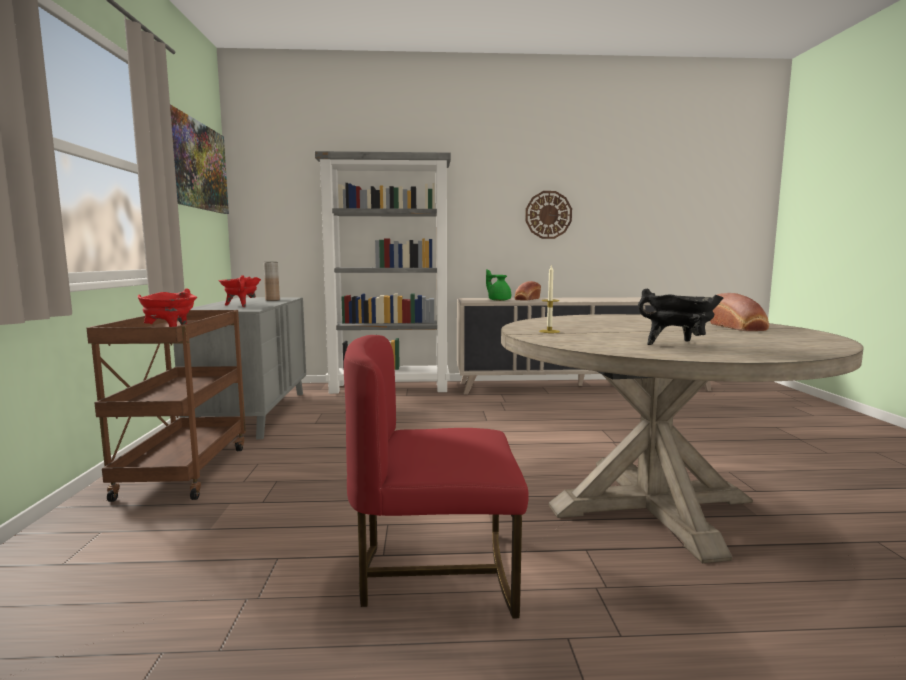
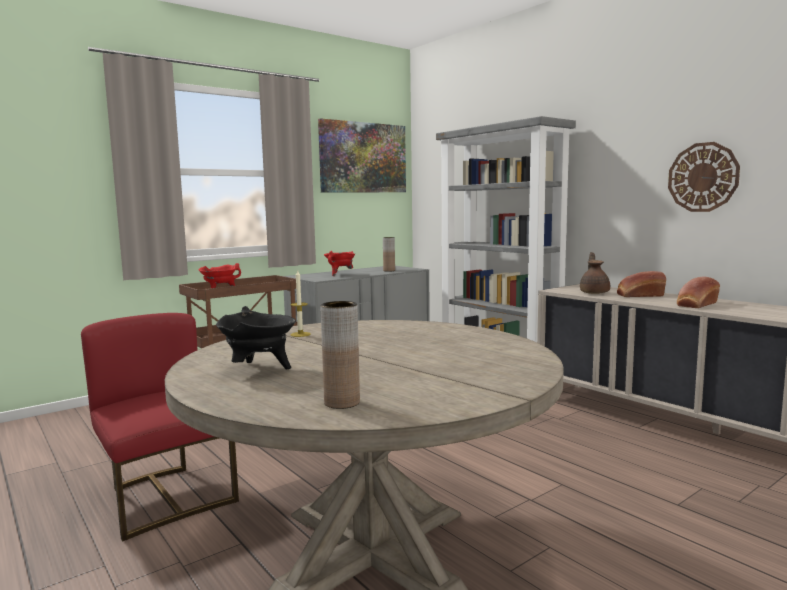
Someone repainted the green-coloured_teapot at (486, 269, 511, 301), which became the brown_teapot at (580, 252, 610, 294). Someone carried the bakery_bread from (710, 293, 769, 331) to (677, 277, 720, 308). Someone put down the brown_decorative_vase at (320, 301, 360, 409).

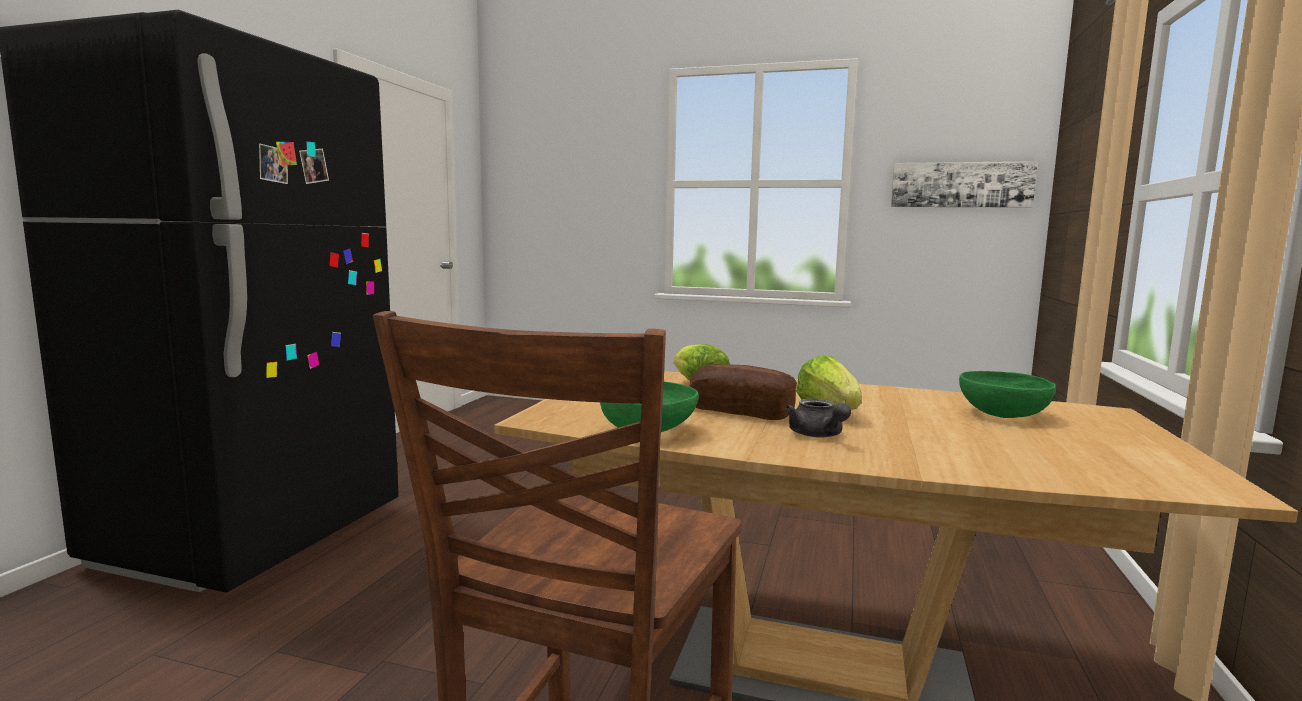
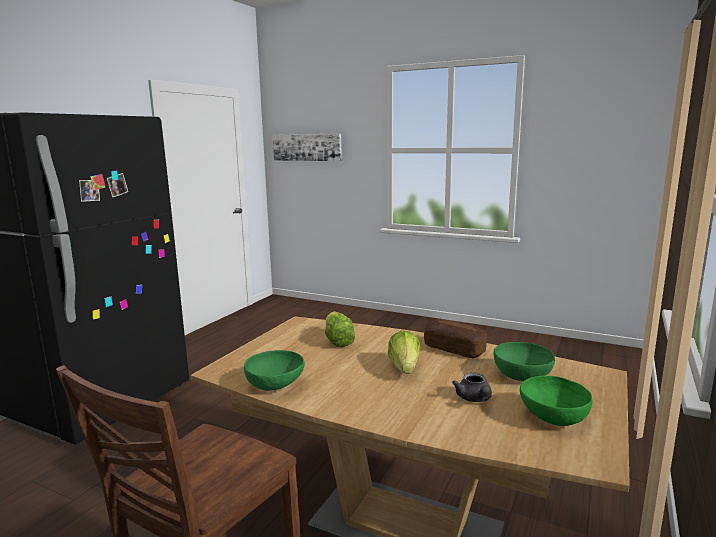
Someone carried the wall_picture from (891, 161, 1038, 208) to (273, 134, 342, 161). Someone carried the bakery_bread from (690, 364, 797, 420) to (424, 319, 487, 358). Someone carried the gray_teapot from (786, 398, 851, 438) to (452, 373, 492, 402). Someone put down the green-coloured_bowl at (520, 376, 593, 426).

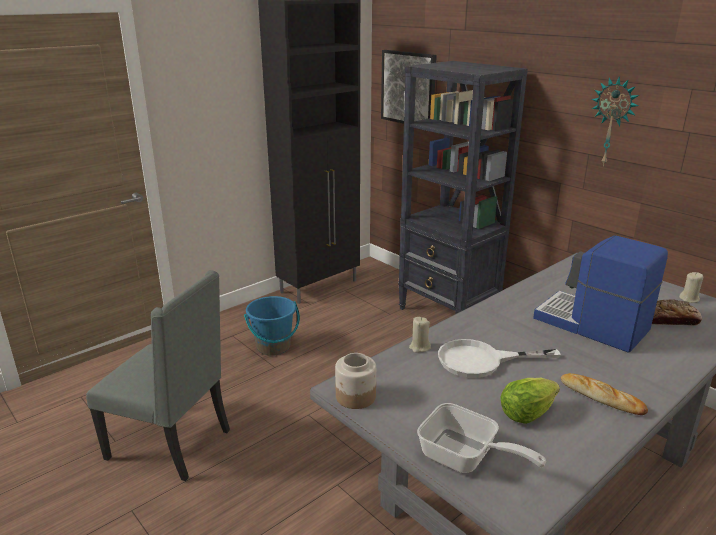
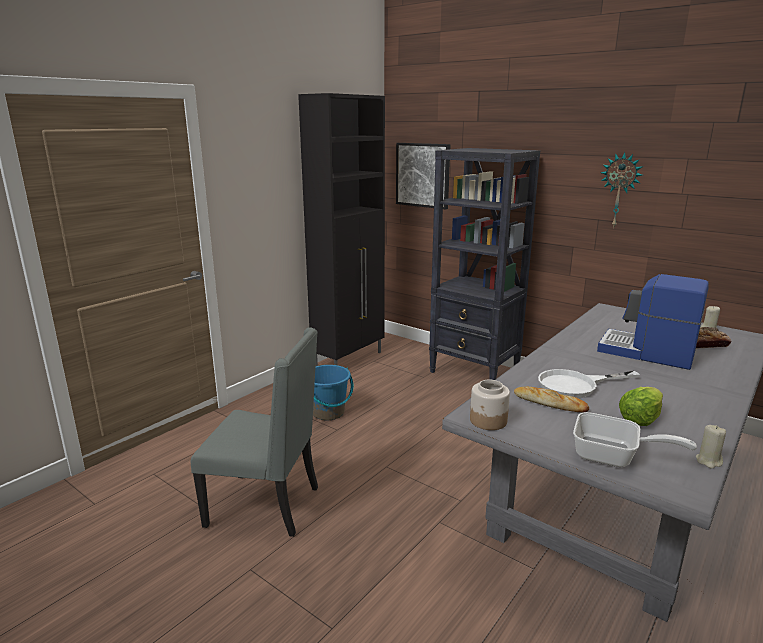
Someone carried the beige_candle from (409, 317, 431, 353) to (696, 425, 726, 469). Someone carried the bakery_bread from (561, 373, 648, 415) to (514, 387, 589, 412).

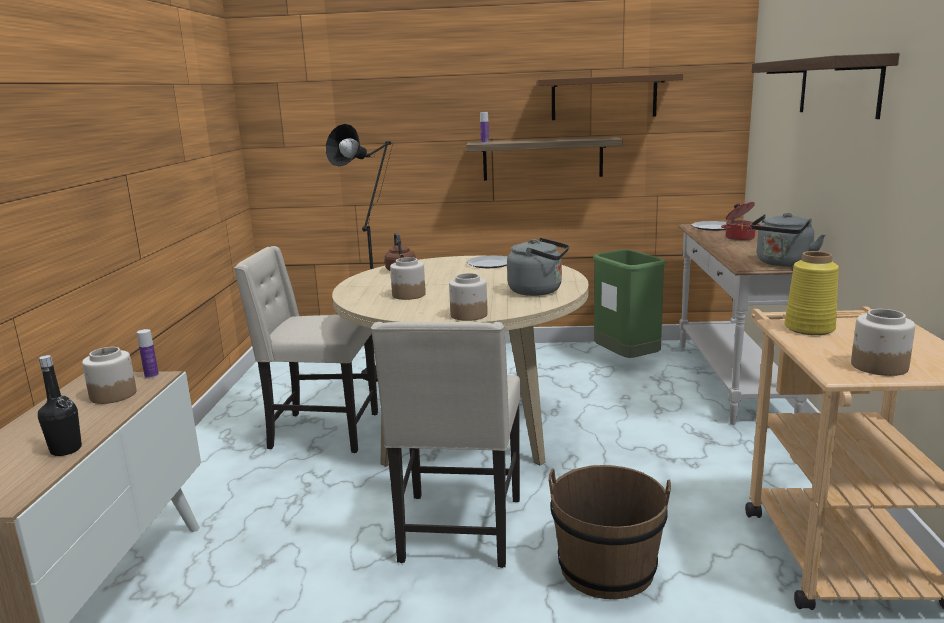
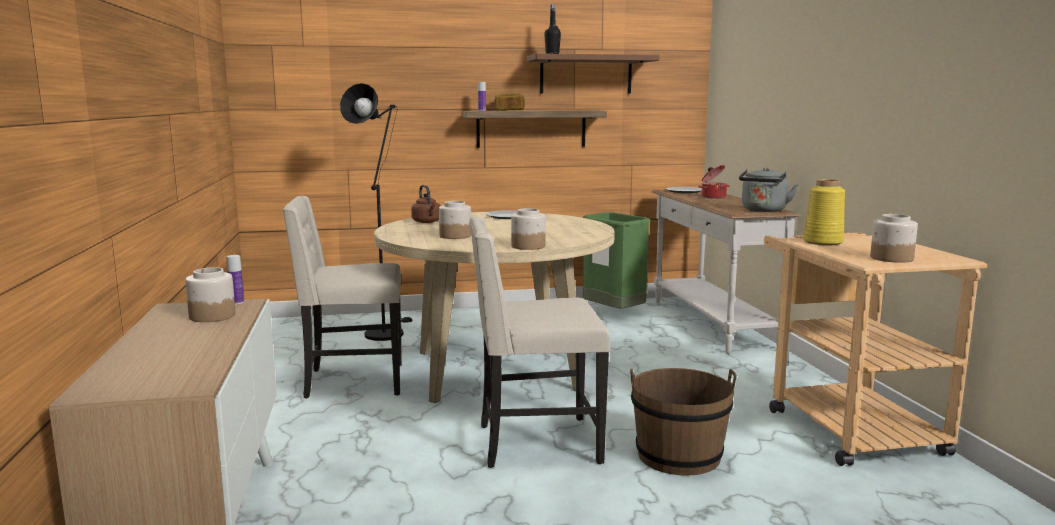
Someone took away the bracket_shelf at (752, 53, 900, 119). Someone took away the gray_water_kettle at (507, 238, 569, 296). Someone rotated the beige_upright_chair at (371, 322, 521, 568) by 90 degrees clockwise. Someone carried the blackish_bottle from (38, 355, 82, 456) to (544, 4, 561, 54). Someone put down the bakery_bread at (495, 93, 525, 111).

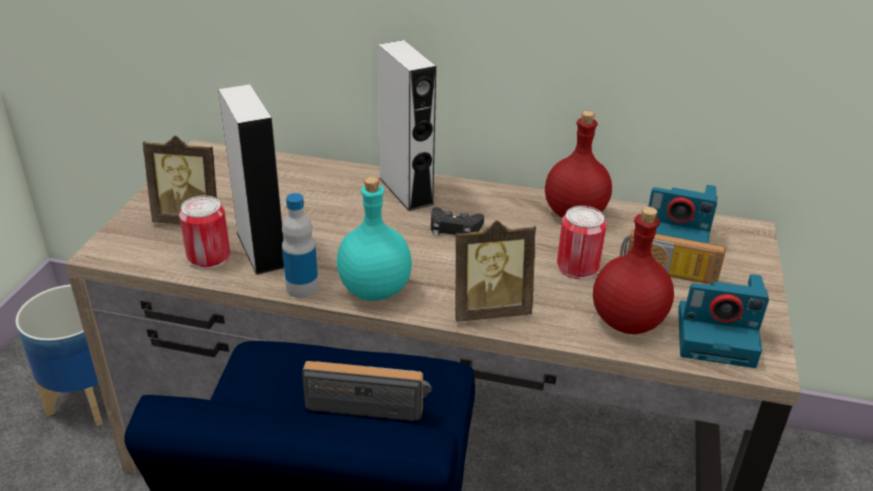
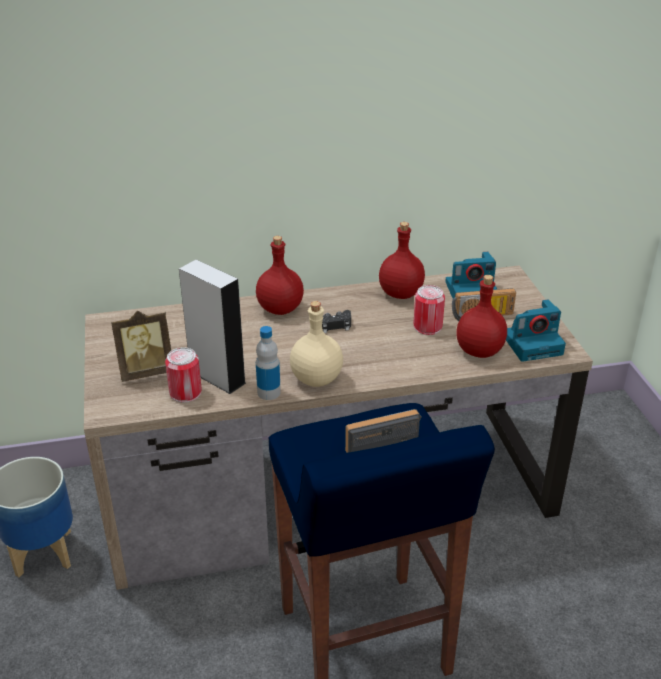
Someone swapped the gray_loudspeaker at (378, 40, 436, 211) for the reddish_bottle at (256, 236, 304, 315). Someone repainted the turquoise-coloured_bottle at (337, 177, 412, 301), which became the beige_bottle at (290, 301, 343, 387). Someone took away the standing_frame at (455, 220, 536, 322).

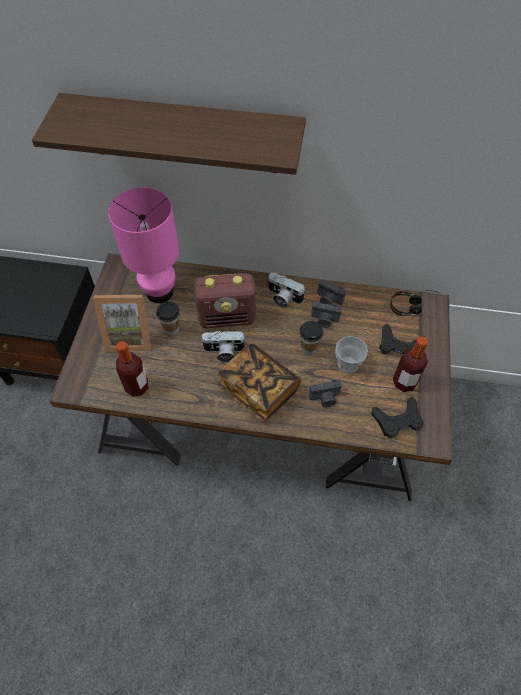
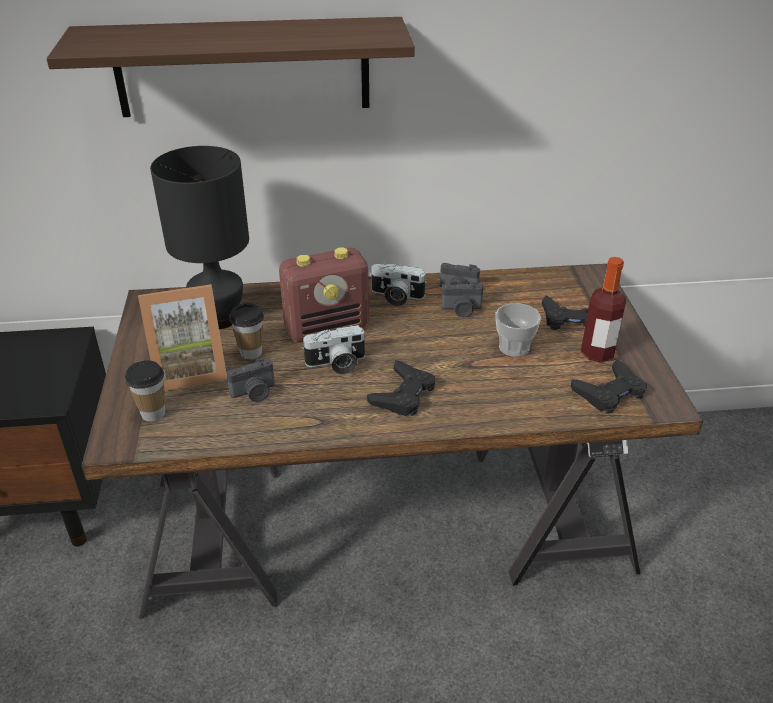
Someone repainted the pinkish_table_lamp at (108, 187, 179, 303), which became the blackish_table_lamp at (150, 146, 249, 329). Someone took away the pair_of_headphones at (390, 290, 439, 316). Someone carried the cup from (299, 321, 323, 355) to (125, 360, 165, 422). Someone took away the bottle at (116, 341, 149, 397). Someone swapped the volume at (218, 343, 301, 422) for the blackish_game_controller at (367, 360, 435, 416). Someone carried the photo_camera from (309, 379, 342, 408) to (226, 358, 275, 402).

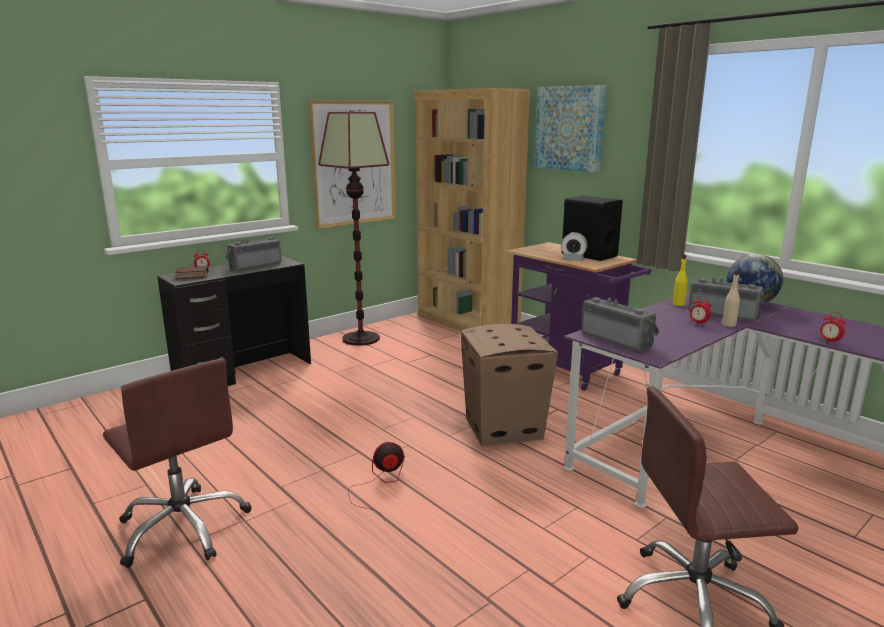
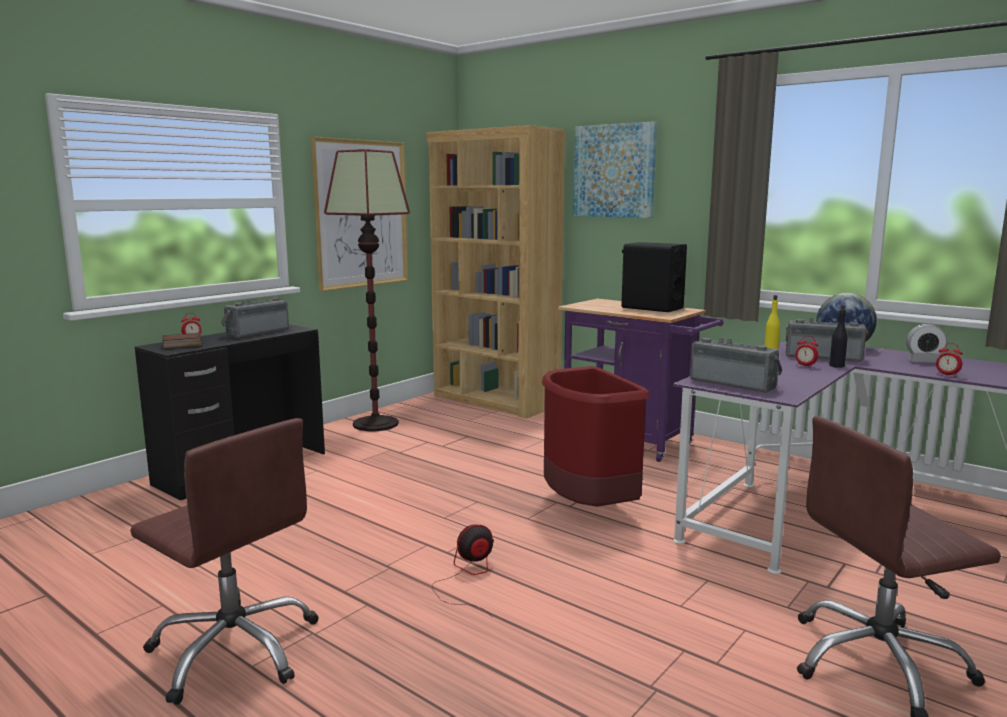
Someone carried the table_clock from (561, 232, 587, 261) to (906, 324, 947, 363). Someone repainted the beige_bottle at (722, 270, 740, 327), which became the blackish_bottle at (829, 305, 848, 368). Someone swapped the cardboard_box at (461, 324, 558, 446) for the reddish_rubbish_bin at (542, 366, 650, 507).

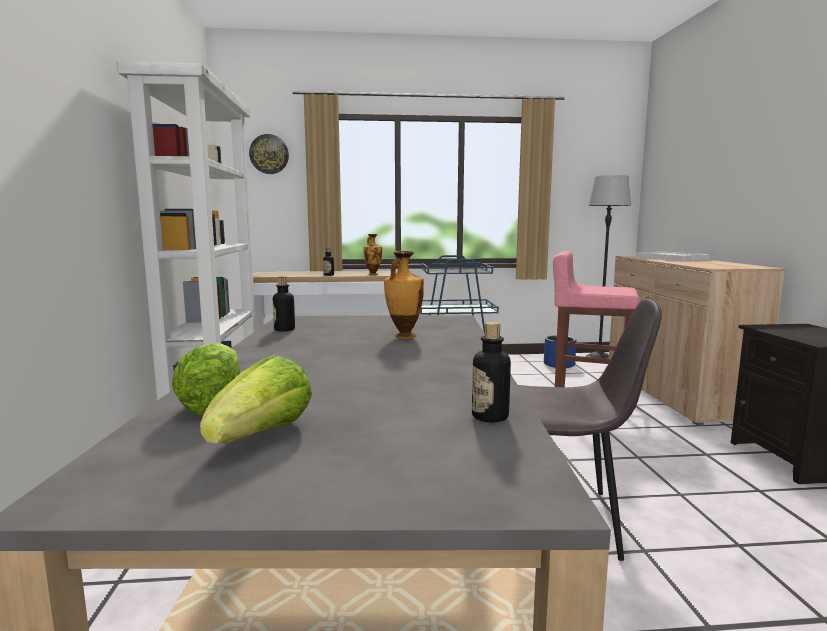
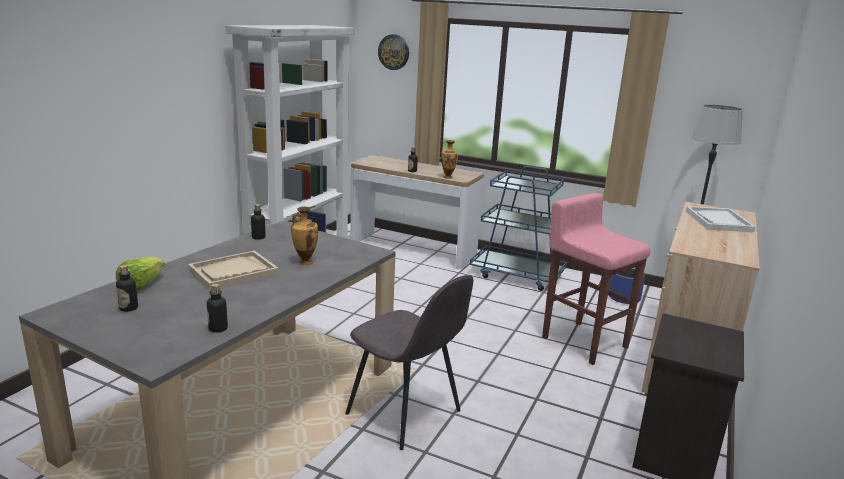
Someone swapped the lettuce at (200, 355, 312, 444) for the bottle at (116, 265, 138, 312). Someone put down the beige_serving_tray at (188, 250, 279, 290).

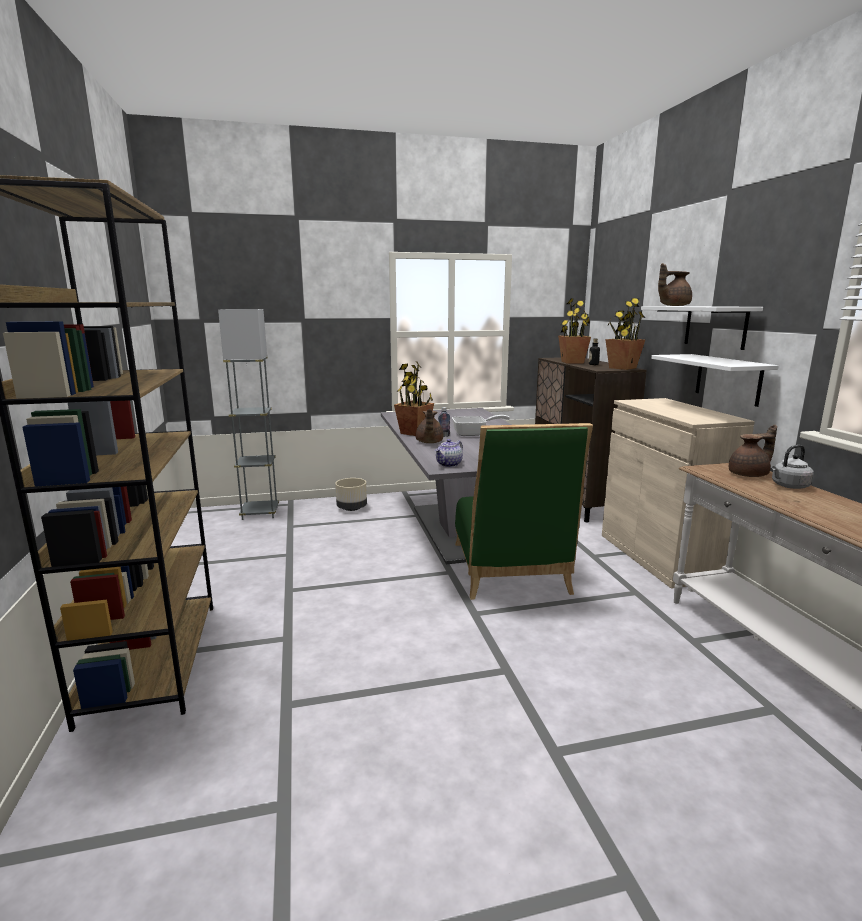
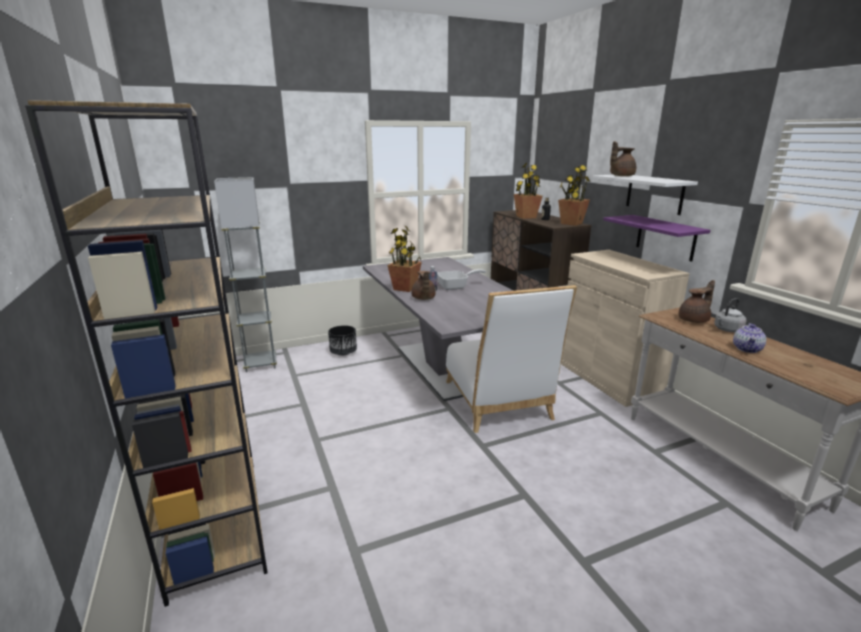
Someone repainted the white-coloured_bracket_shelf at (651, 354, 779, 407), which became the purple_bracket_shelf at (603, 215, 711, 262). Someone repainted the green-coloured_upright_chair at (455, 423, 593, 600), which became the white-coloured_upright_chair at (446, 285, 577, 433). Someone carried the teapot from (435, 439, 463, 467) to (733, 323, 766, 353). Someone repainted the beige_flower_pot at (335, 478, 367, 511), which became the blackish_flower_pot at (328, 325, 357, 355).

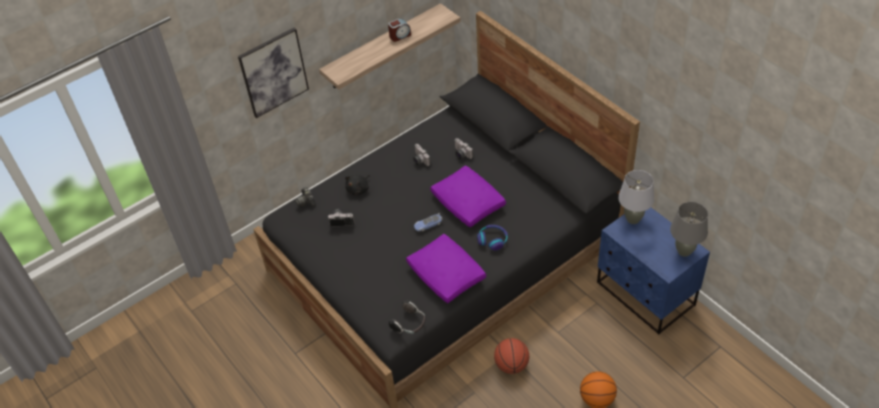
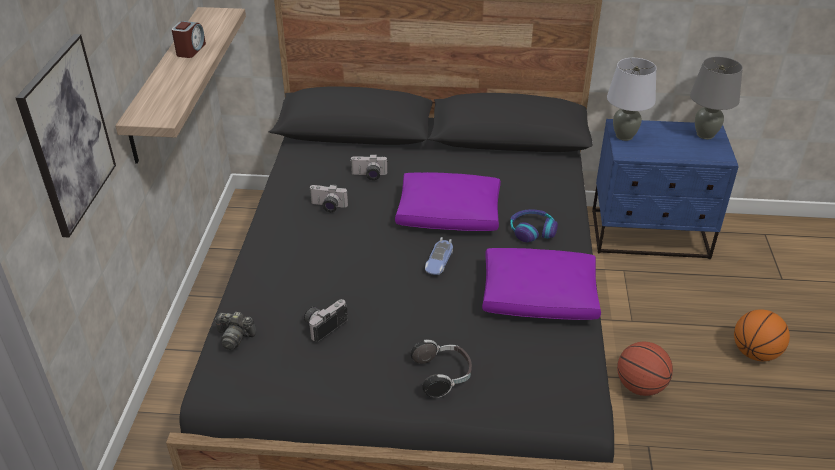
Someone took away the blackish_cuddly_toy at (345, 175, 370, 195). Someone carried the pair_of_headphones from (389, 301, 425, 334) to (411, 340, 472, 398).

